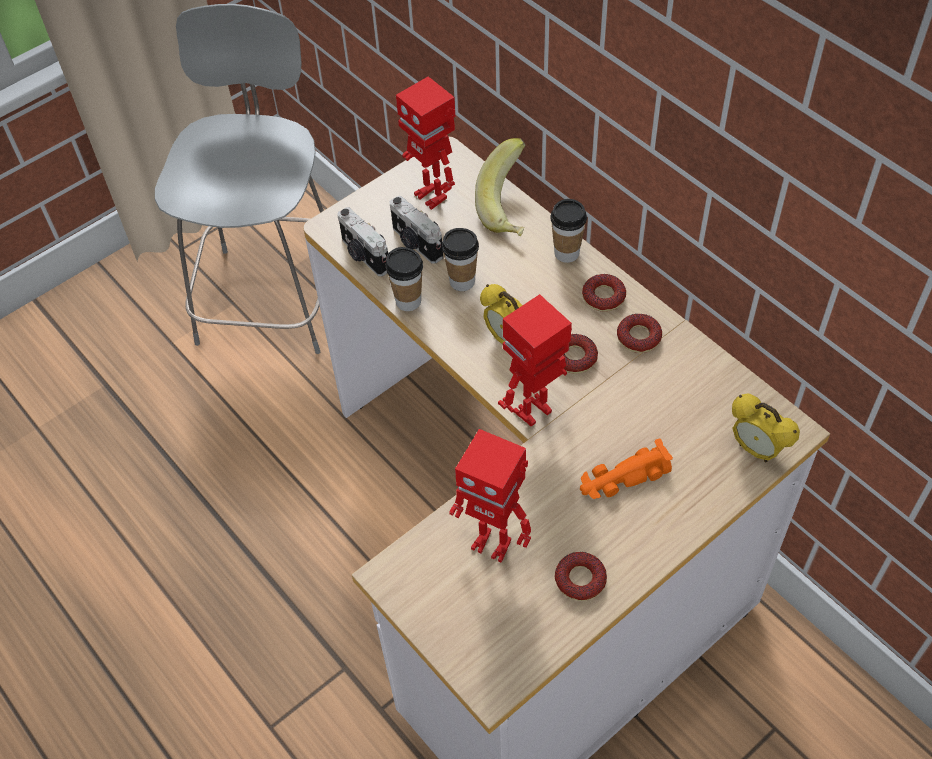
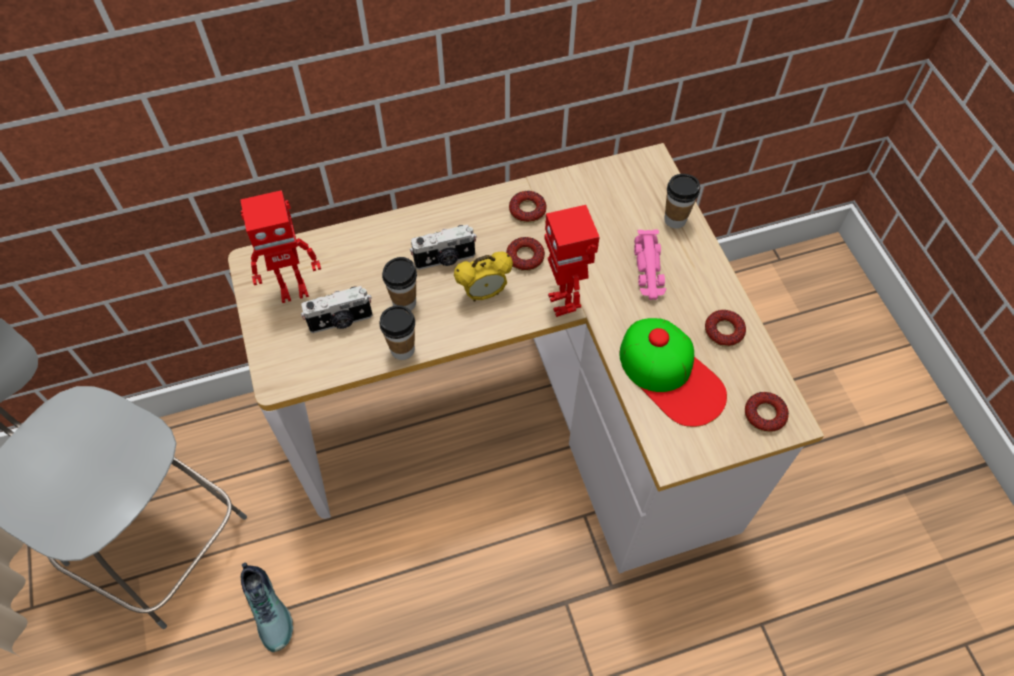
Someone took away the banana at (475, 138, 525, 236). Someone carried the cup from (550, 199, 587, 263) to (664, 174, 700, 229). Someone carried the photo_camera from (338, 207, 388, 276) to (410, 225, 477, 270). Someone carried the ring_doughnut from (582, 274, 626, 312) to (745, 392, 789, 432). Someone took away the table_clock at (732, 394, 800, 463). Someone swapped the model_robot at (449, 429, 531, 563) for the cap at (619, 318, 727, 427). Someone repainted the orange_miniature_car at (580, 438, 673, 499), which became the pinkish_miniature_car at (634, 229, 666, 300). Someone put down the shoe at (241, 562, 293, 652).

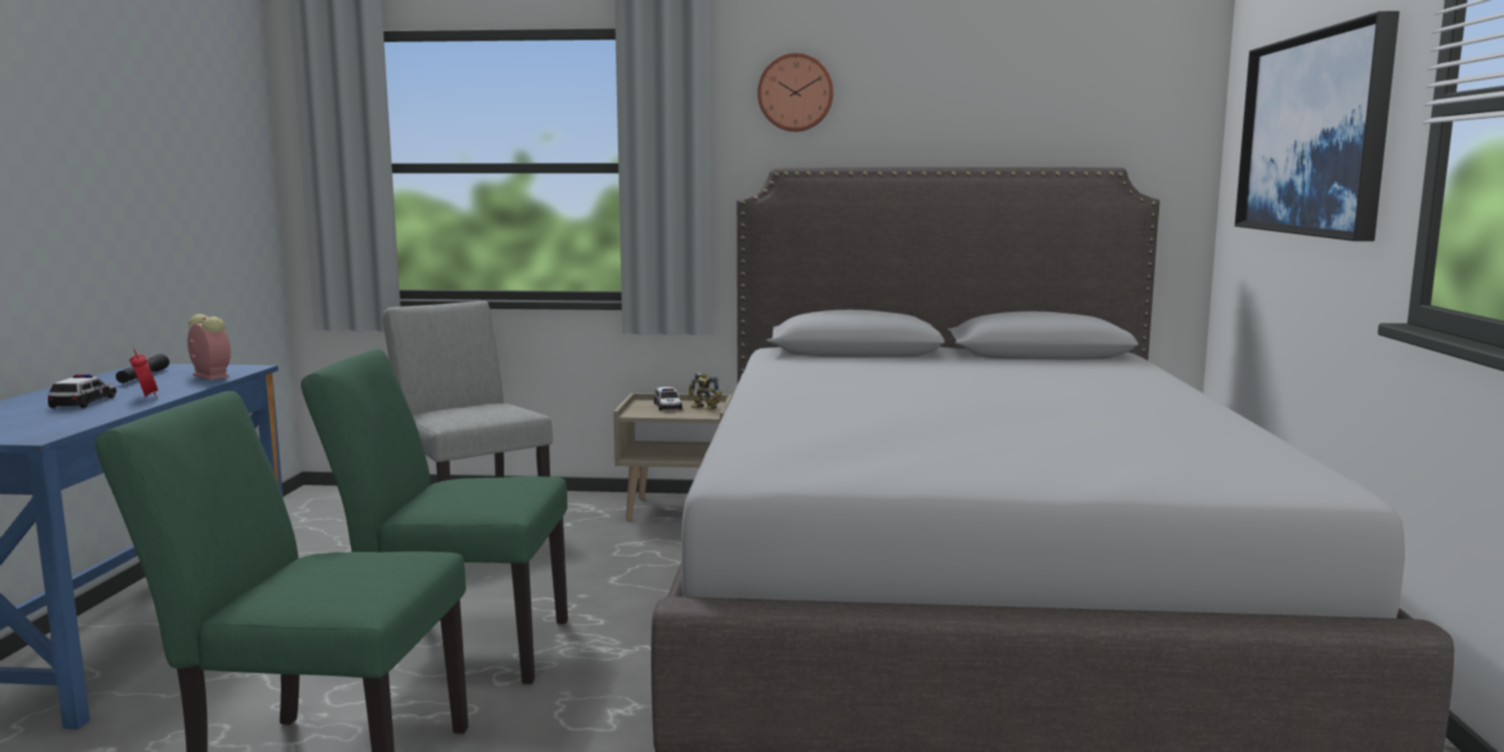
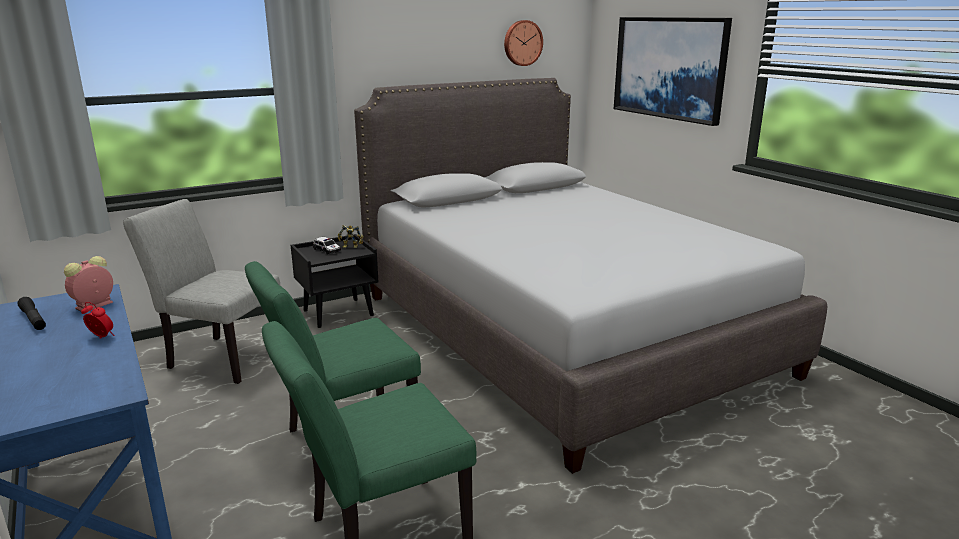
Someone carried the hanging_clock from (758, 53, 833, 132) to (504, 20, 543, 66). Someone rotated the table_clock at (188, 314, 231, 380) by 60 degrees counterclockwise. Someone took away the miniature_car at (48, 374, 117, 408). Someone repainted the beige_night_table at (613, 393, 733, 520), which became the blackish_night_table at (291, 234, 379, 328).

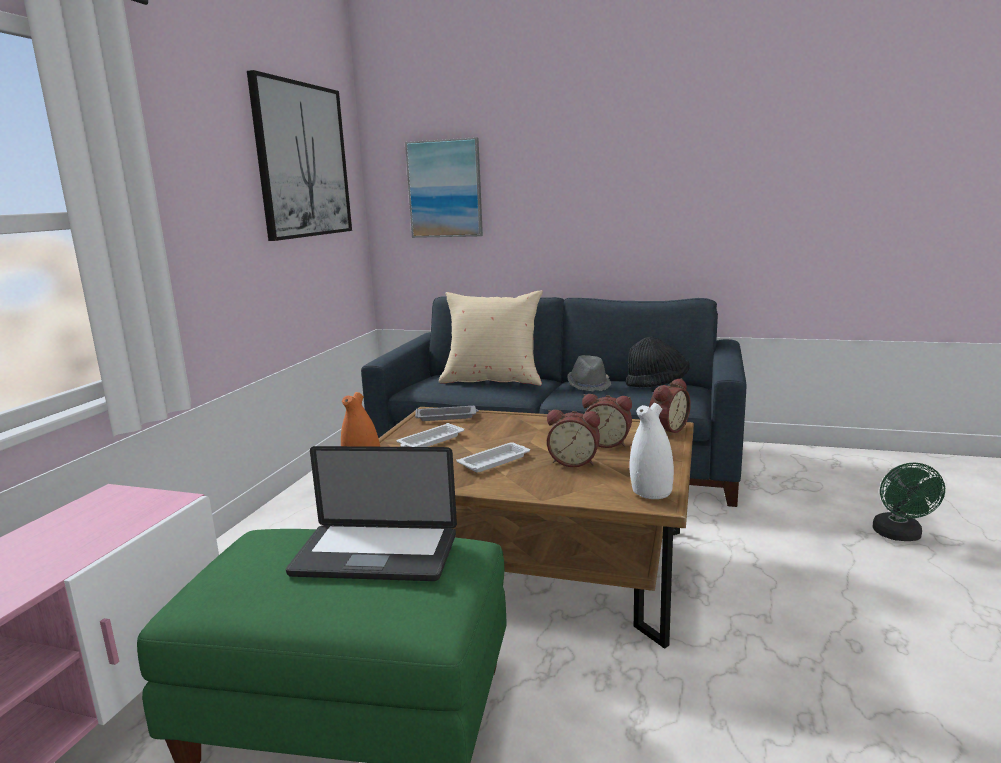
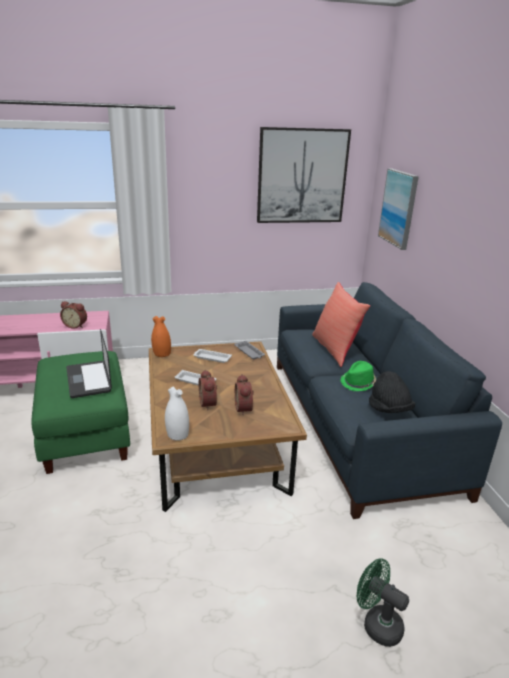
Someone repainted the beige_pillow at (439, 290, 543, 386), which became the reddish_pillow at (312, 282, 370, 367). Someone repainted the gray_clothing_hat at (567, 355, 611, 391), which became the green-coloured_clothing_hat at (340, 361, 376, 391). Someone carried the table_clock from (649, 378, 691, 433) to (60, 301, 87, 329). Someone rotated the green-coloured_fan at (873, 463, 945, 541) by 60 degrees clockwise.

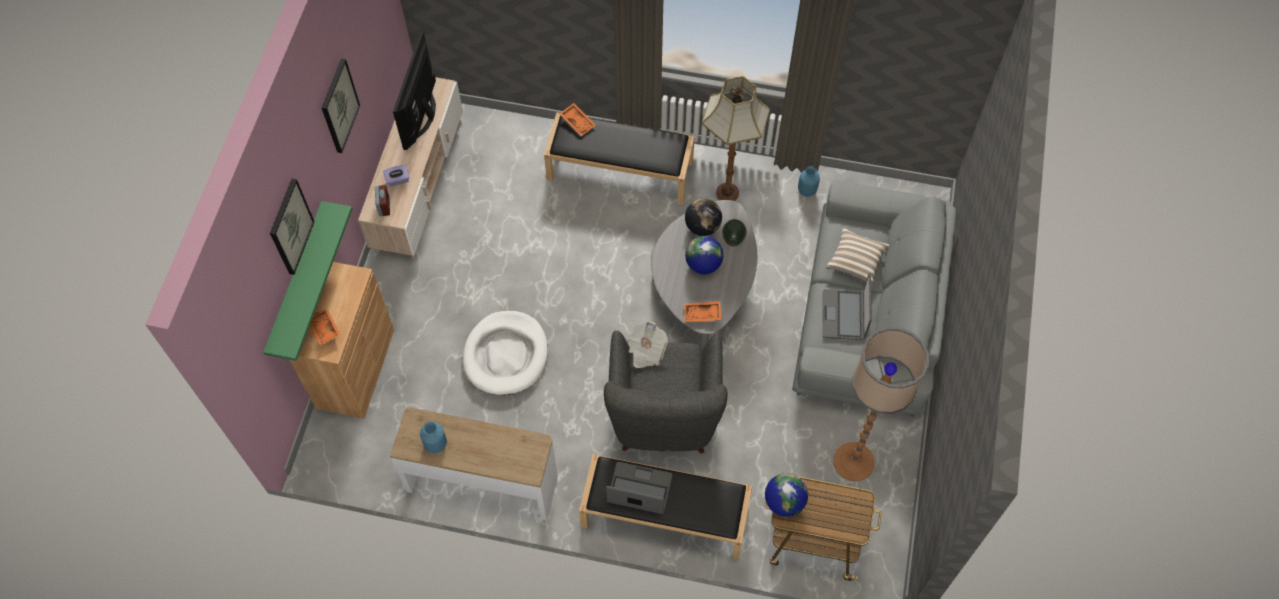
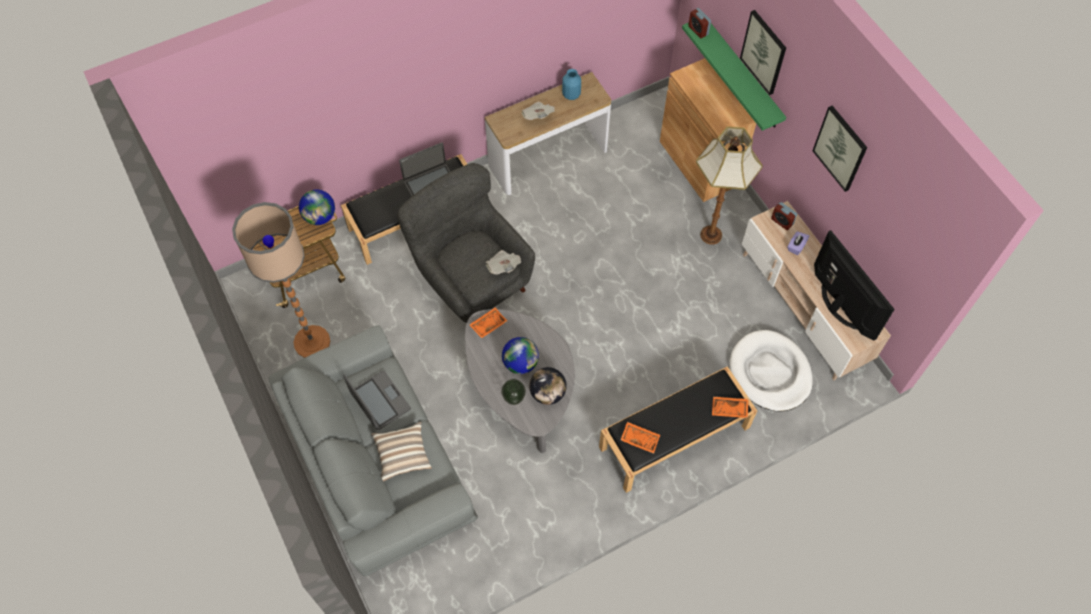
Someone carried the standing_lamp from (702, 76, 770, 201) to (696, 126, 763, 244). Someone took away the blue_decorative_vase at (798, 166, 820, 197). Someone carried the orange_serving_tray from (310, 308, 341, 346) to (621, 422, 660, 454). Someone carried the white-coloured_dog_bed from (463, 311, 548, 395) to (730, 330, 813, 412). Someone put down the table_clock at (688, 8, 711, 38). Someone put down the printed_paper at (521, 102, 555, 120).

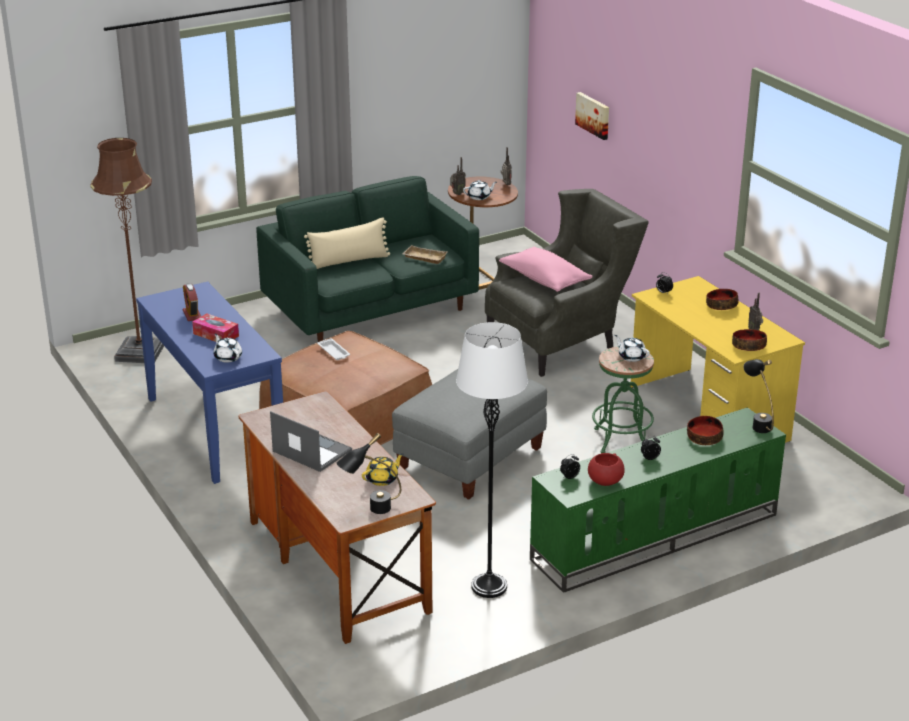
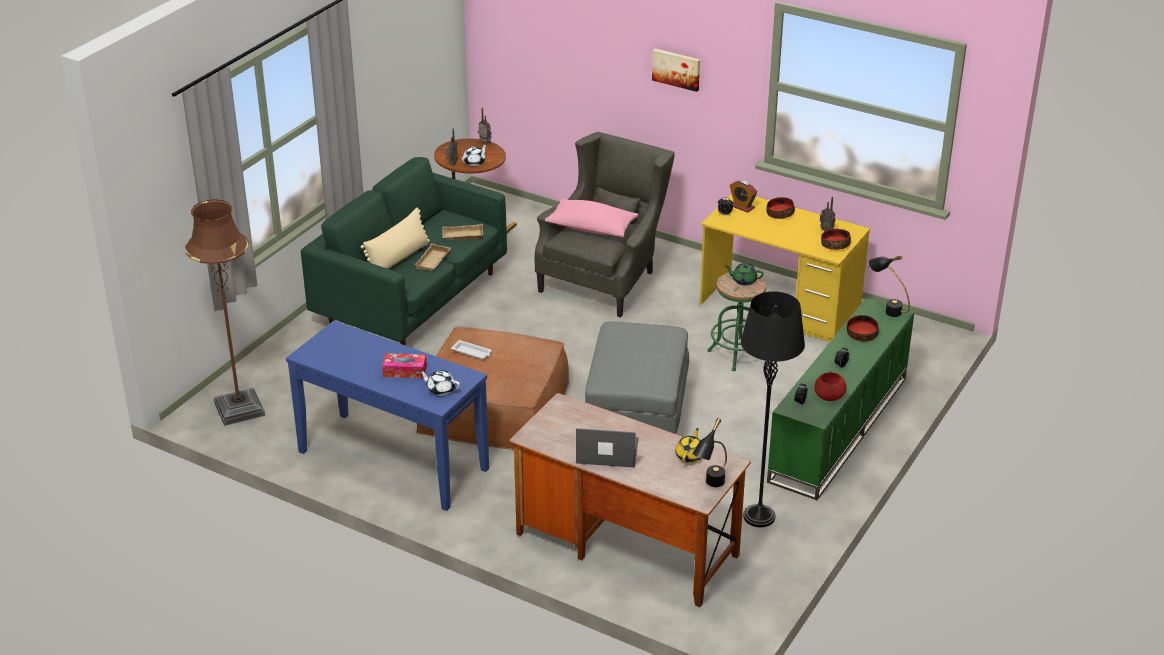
Someone carried the wall_picture from (575, 92, 609, 140) to (652, 49, 700, 92). Someone carried the table_clock from (183, 283, 201, 321) to (730, 180, 757, 213). Someone repainted the white-coloured_standing_lamp at (456, 322, 528, 598), which became the blackish_standing_lamp at (741, 291, 805, 527). Someone repainted the white-coloured_teapot at (615, 335, 650, 362), which became the green-coloured_teapot at (724, 263, 764, 285). Someone put down the beige_serving_tray at (415, 243, 451, 271).

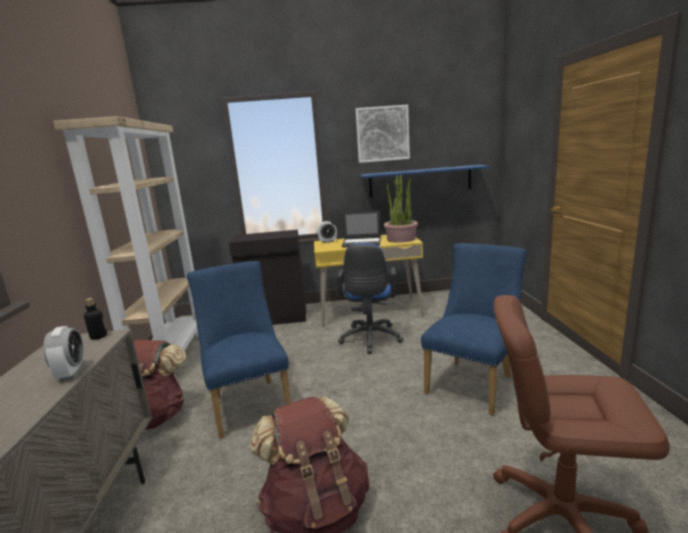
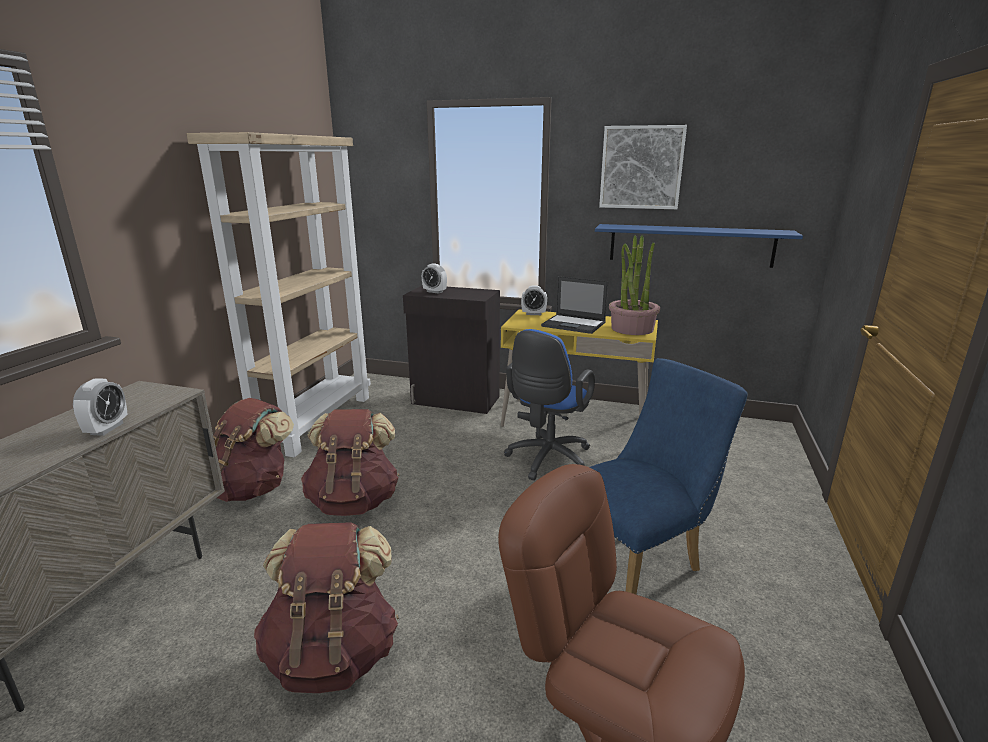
Someone swapped the blue_upright_chair at (187, 261, 291, 439) for the brown_backpack at (301, 409, 399, 516). Someone took away the bottle at (84, 298, 107, 340). Someone put down the table_clock at (422, 263, 447, 294).

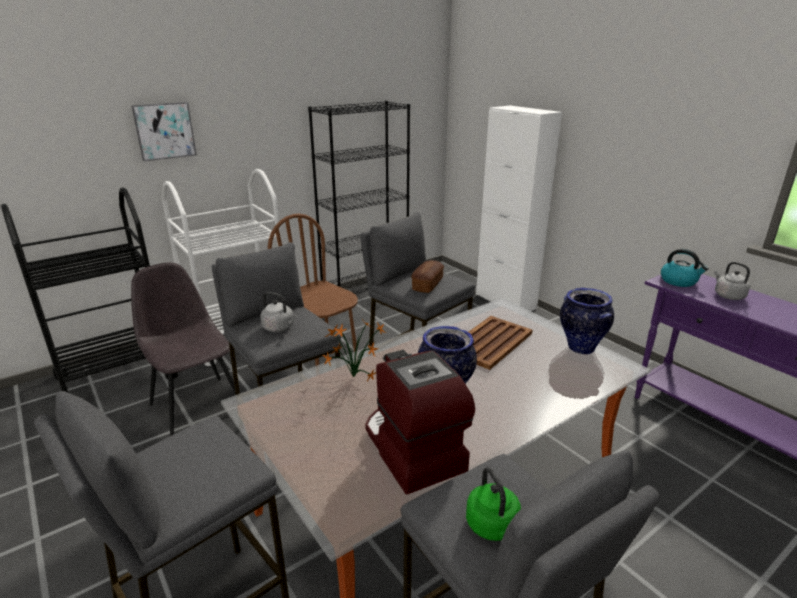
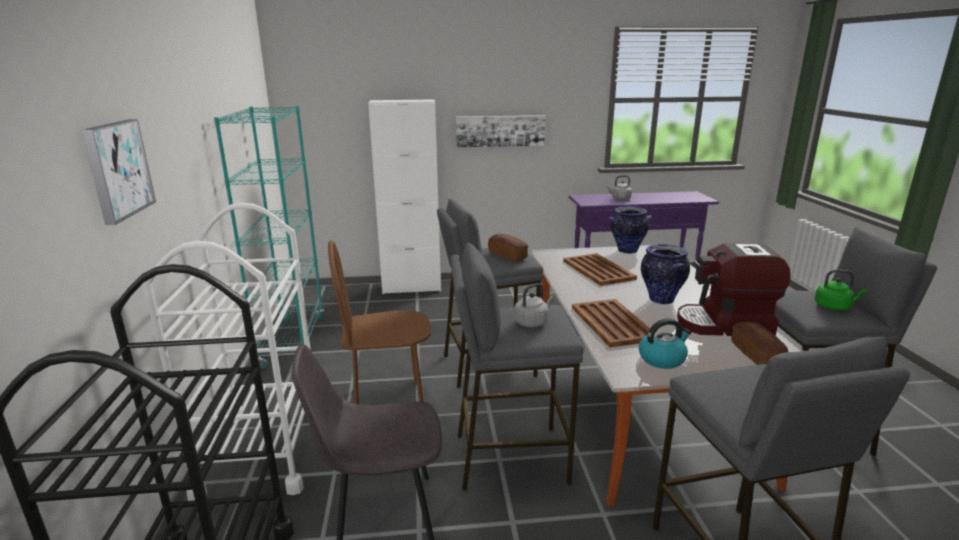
Someone repainted the blackish_shelving_unit at (308, 101, 410, 294), which became the turquoise-coloured_shelving_unit at (214, 106, 324, 369). Someone carried the water_kettle from (661, 249, 709, 287) to (639, 318, 691, 369). Someone swapped the potted_plant at (323, 319, 386, 381) for the brown_serving_tray at (572, 299, 650, 347). Someone put up the wall_picture at (456, 115, 545, 148). Someone put down the bakery_bread at (731, 322, 788, 365).

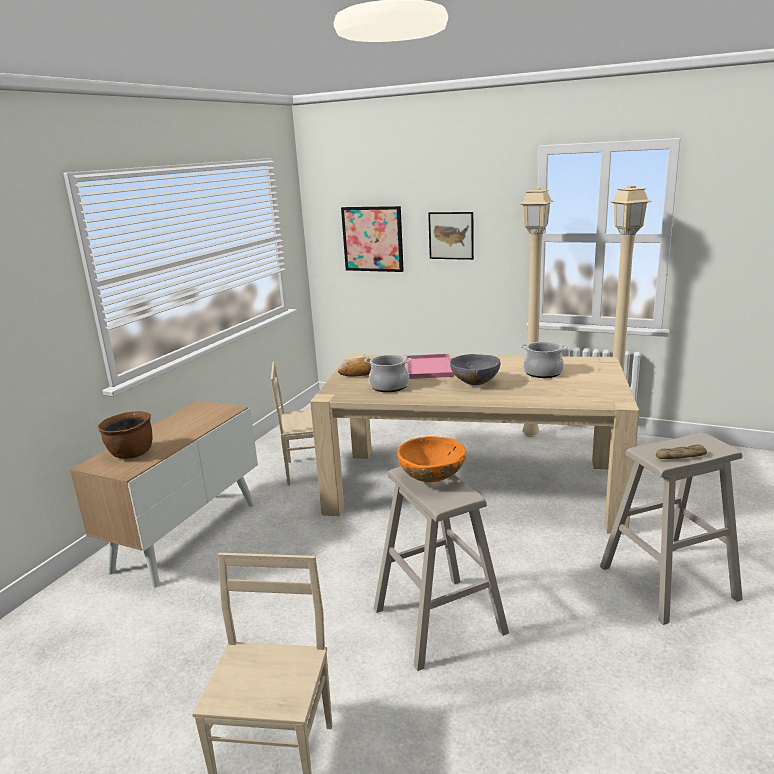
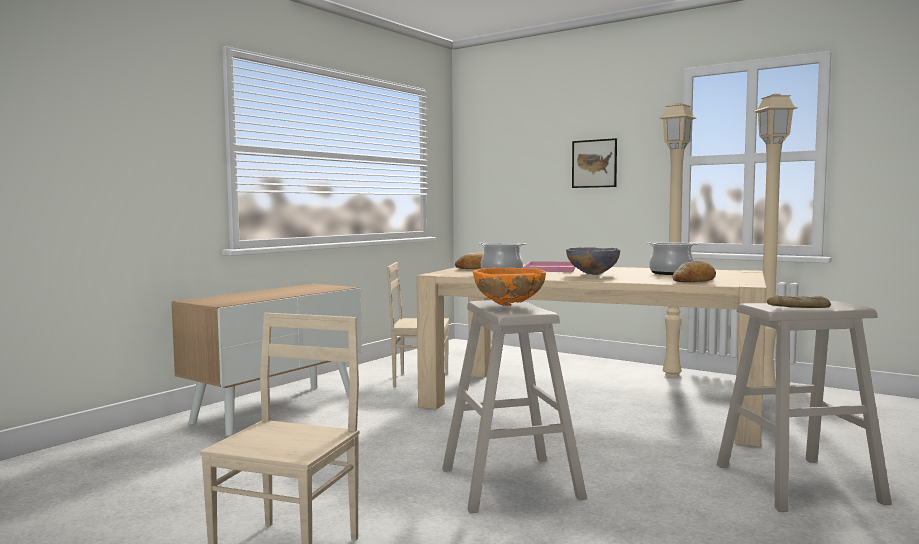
Someone took away the wall_picture at (341, 206, 404, 272). Someone took away the brown_stockpot at (98, 411, 153, 459). Someone put down the bakery_bread at (672, 261, 716, 282).

